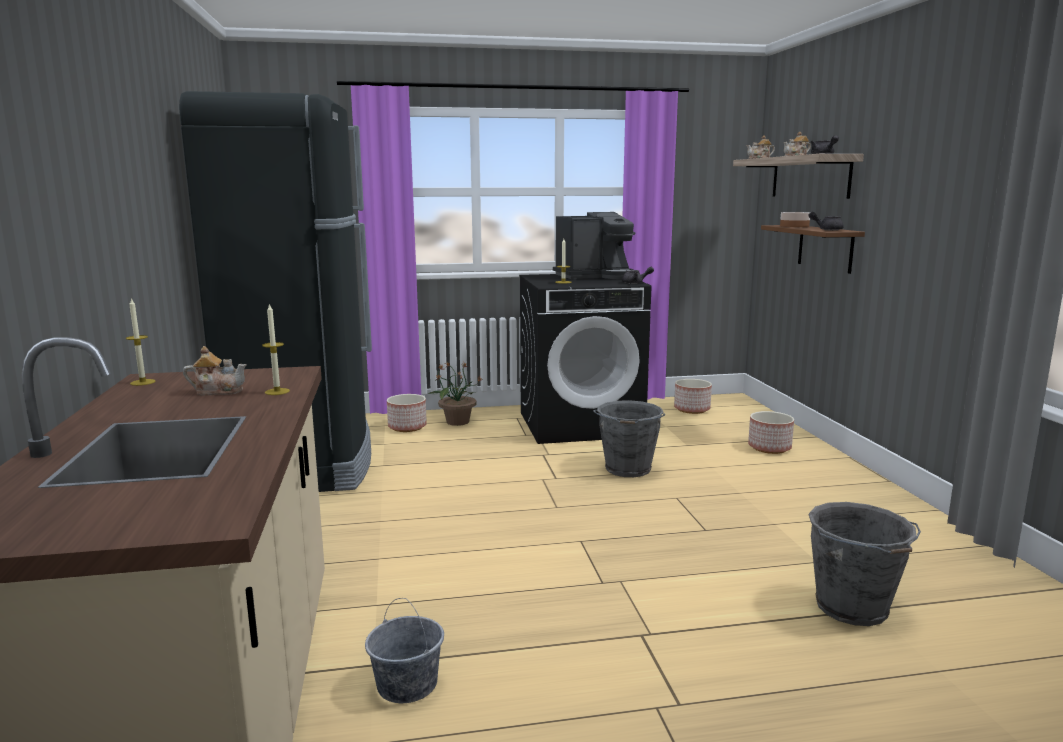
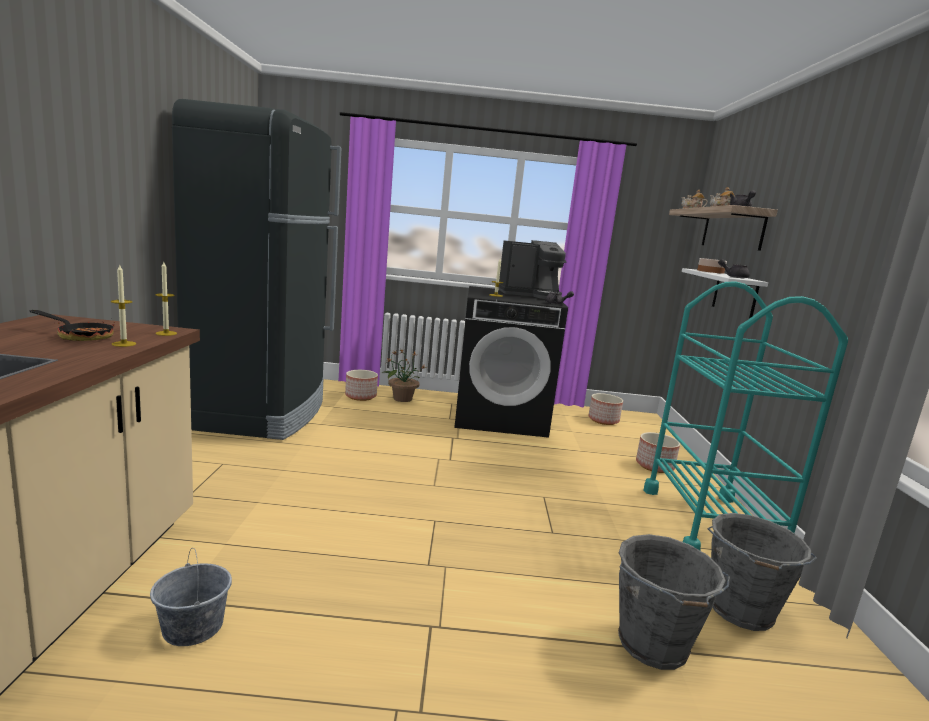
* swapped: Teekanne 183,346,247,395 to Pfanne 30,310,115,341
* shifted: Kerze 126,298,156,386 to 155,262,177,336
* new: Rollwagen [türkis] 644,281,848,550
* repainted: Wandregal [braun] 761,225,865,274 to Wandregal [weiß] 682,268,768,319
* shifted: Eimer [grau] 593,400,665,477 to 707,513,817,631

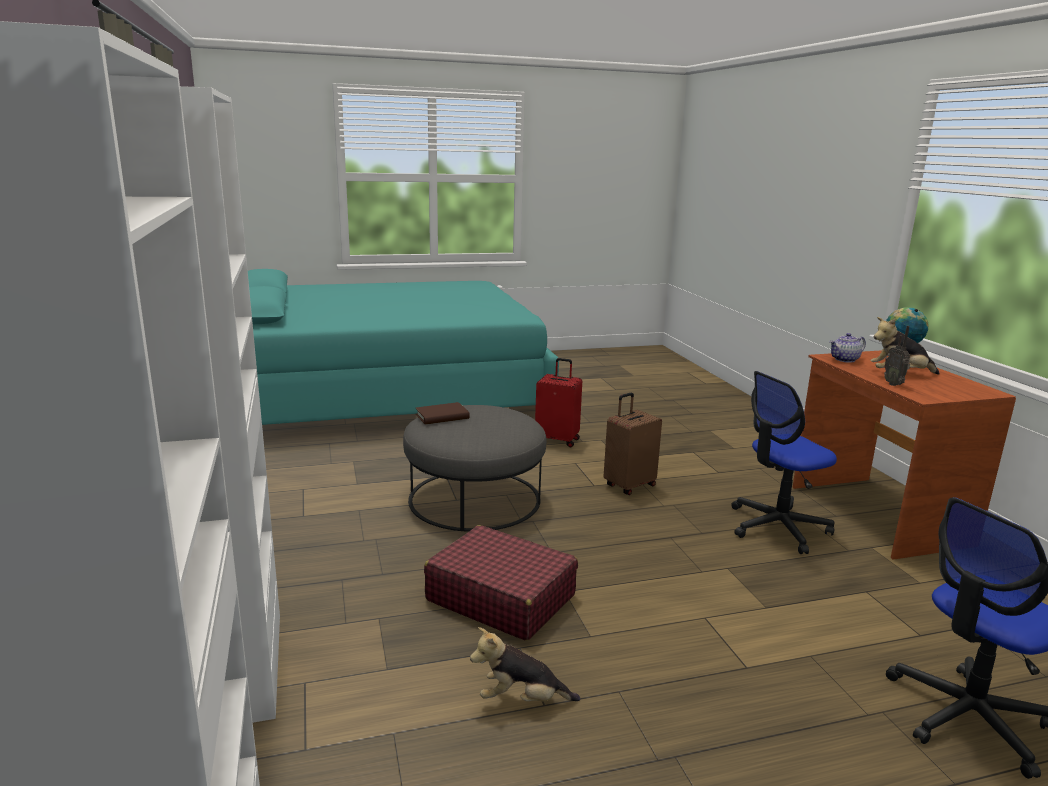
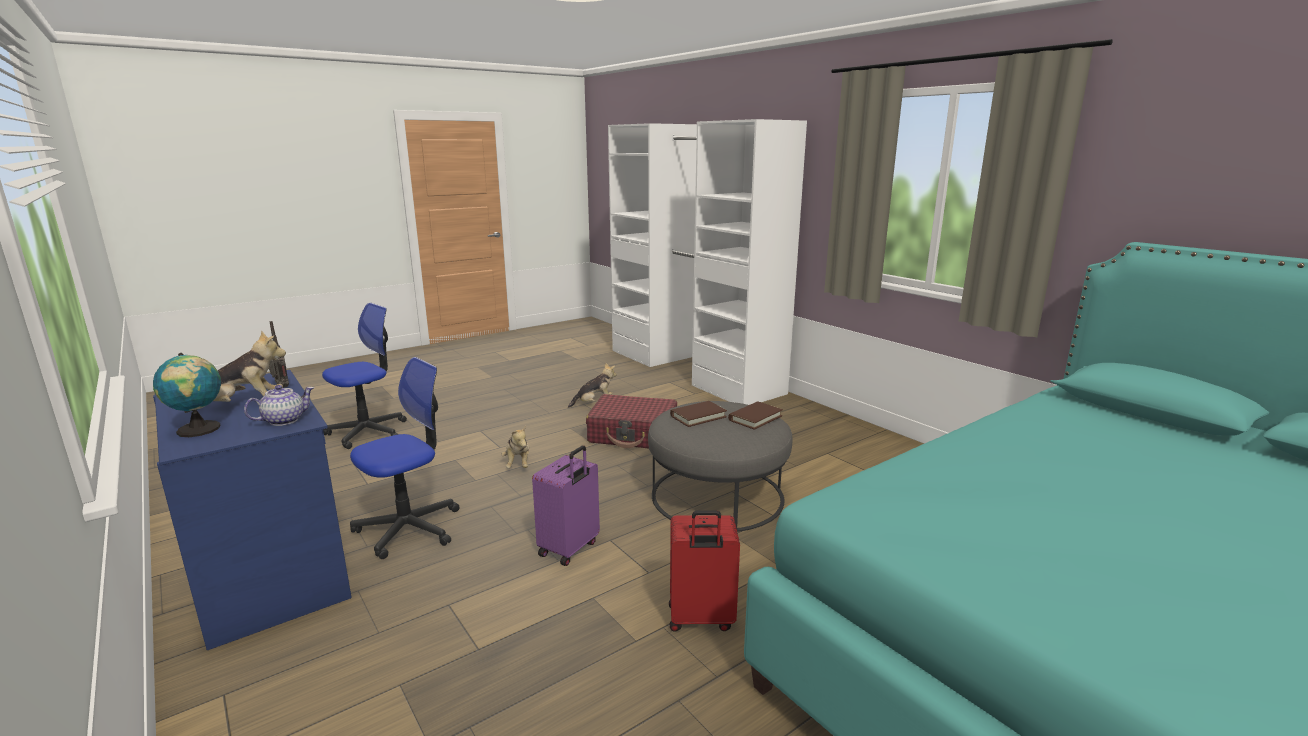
* repainted: Schreibtisch [braun] 792,350,1016,560 to Schreibtisch [blau] 153,370,352,650
* new: Plüschtier 501,426,529,468
* repainted: Koffer [braun] 603,393,662,495 to Koffer [lila] 532,446,600,566
* new: Buch [braun] 670,401,727,427

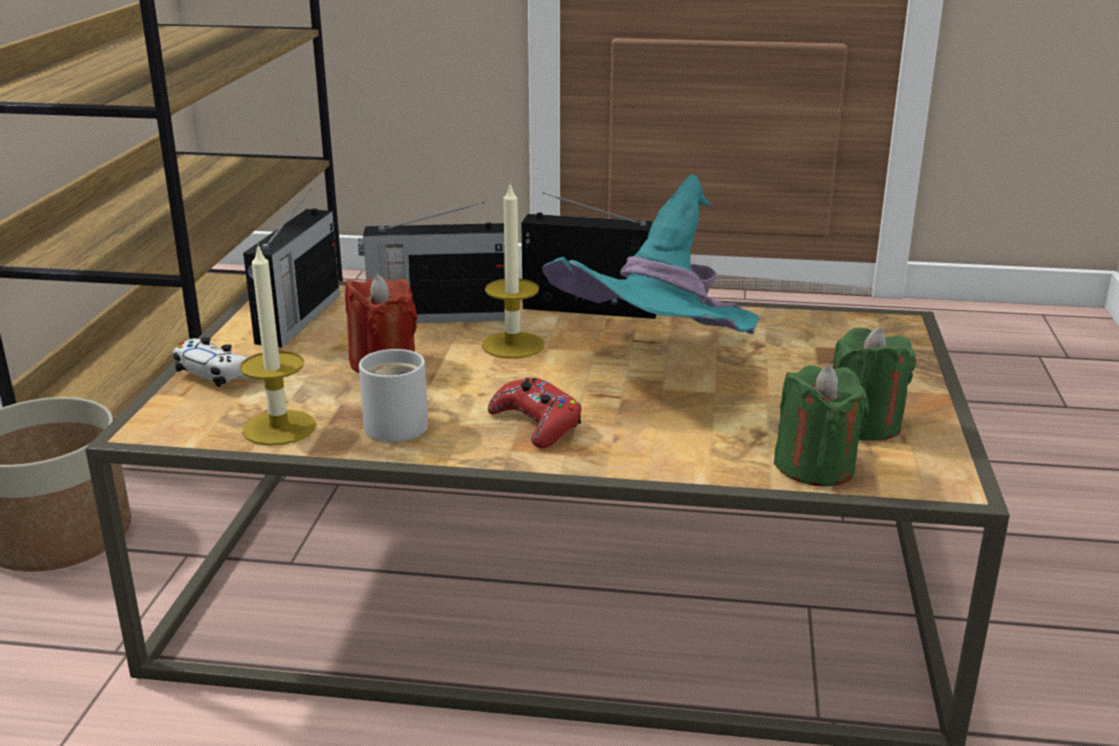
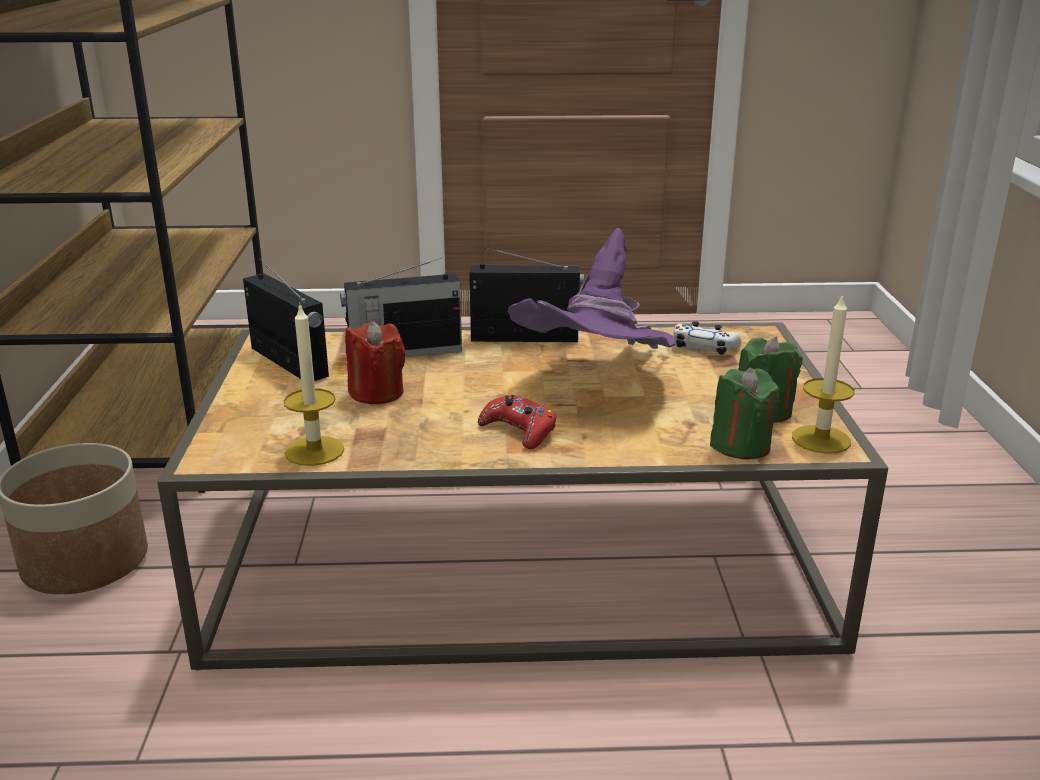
* rotated: Radio 243,190,340,347 = 243,258,329,381 45 degrees counterclockwise
* repainted: Hut [türkis] 542,174,759,334 to Hut [lila] 508,228,676,349
* shifted: Gamepad [weiß] 173,337,252,387 to 673,321,741,355
* shifted: Kerze 482,183,544,359 to 792,293,854,454
* gone: Henkelbecher [weiß] 359,349,428,442

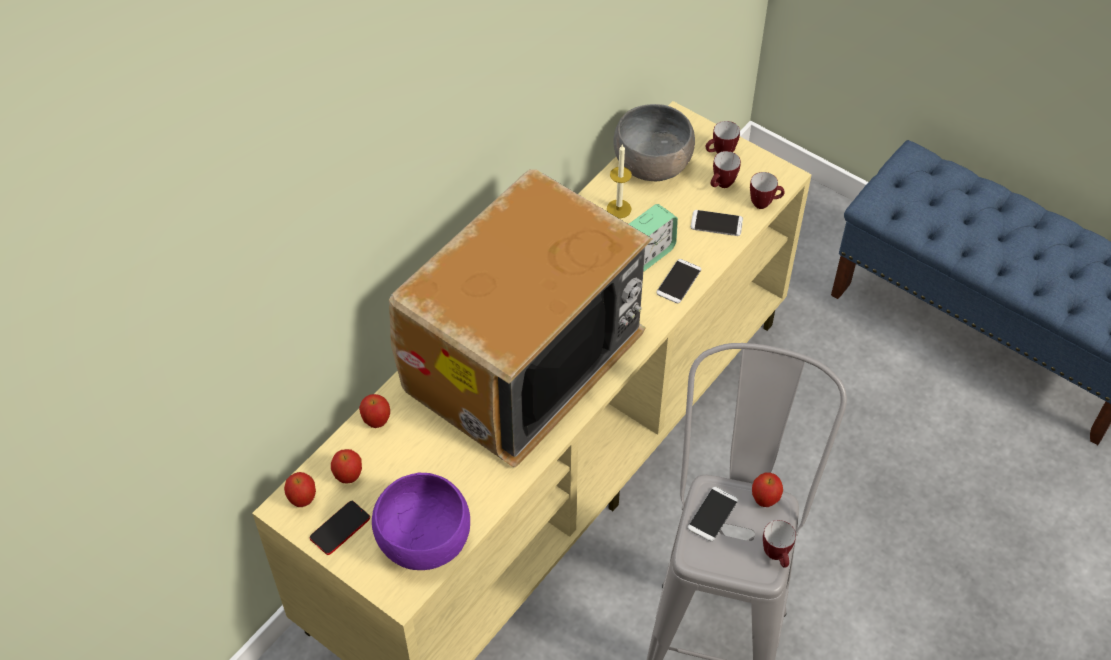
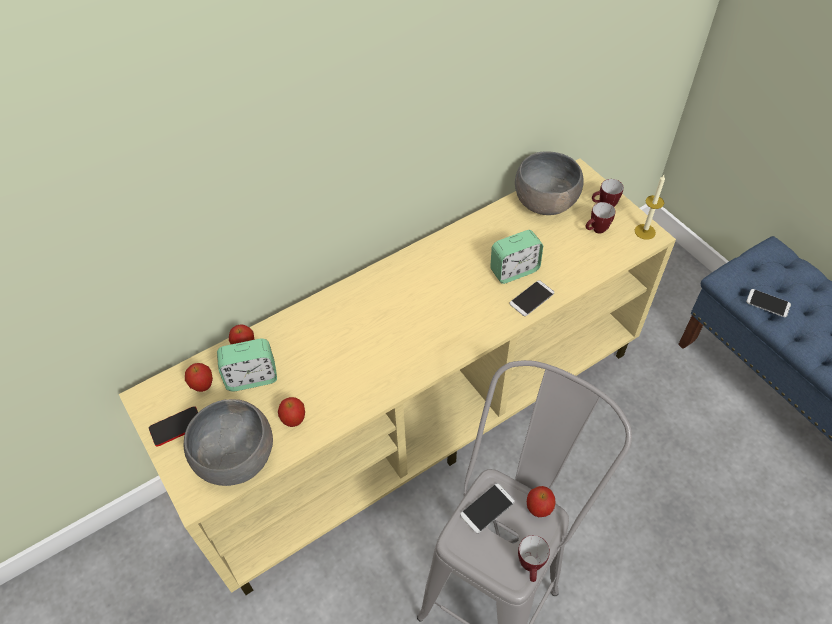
* repainted: Schüssel [lila] 372,473,470,570 to Schüssel [grau] 184,399,273,486
* new: Wecker 217,339,277,391
* shifted: Apfel 284,472,316,507 to 278,397,305,427
* shifted: Kerze 607,144,632,218 to 635,175,665,240
* shifted: Handy 691,210,743,236 to 746,289,791,317
* gone: Fernseher 389,169,653,467
* gone: Henkelbecher 750,172,785,209

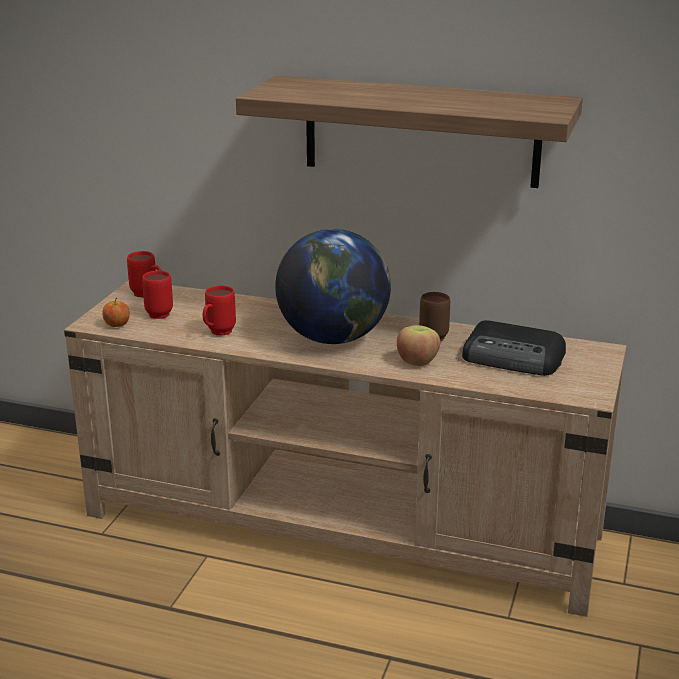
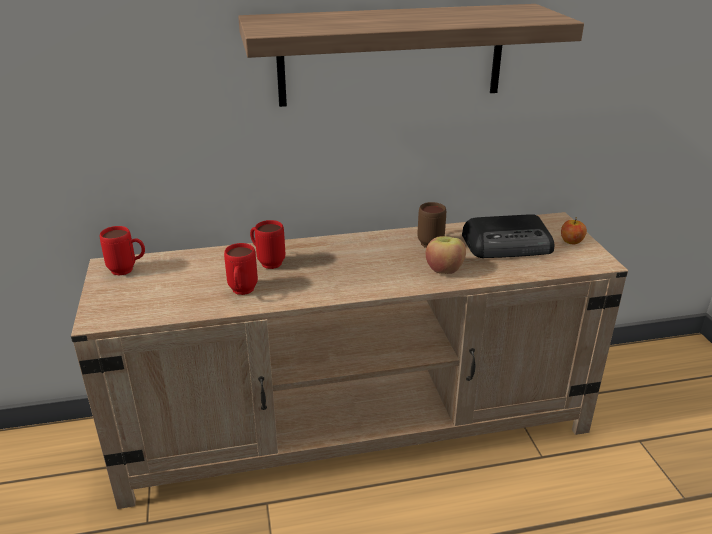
* shifted: Henkelbecher [rot] 142,271,173,319 to 250,220,285,269
* shifted: Apfel 102,298,130,327 to 561,217,587,244
* gone: Globus 275,229,391,344

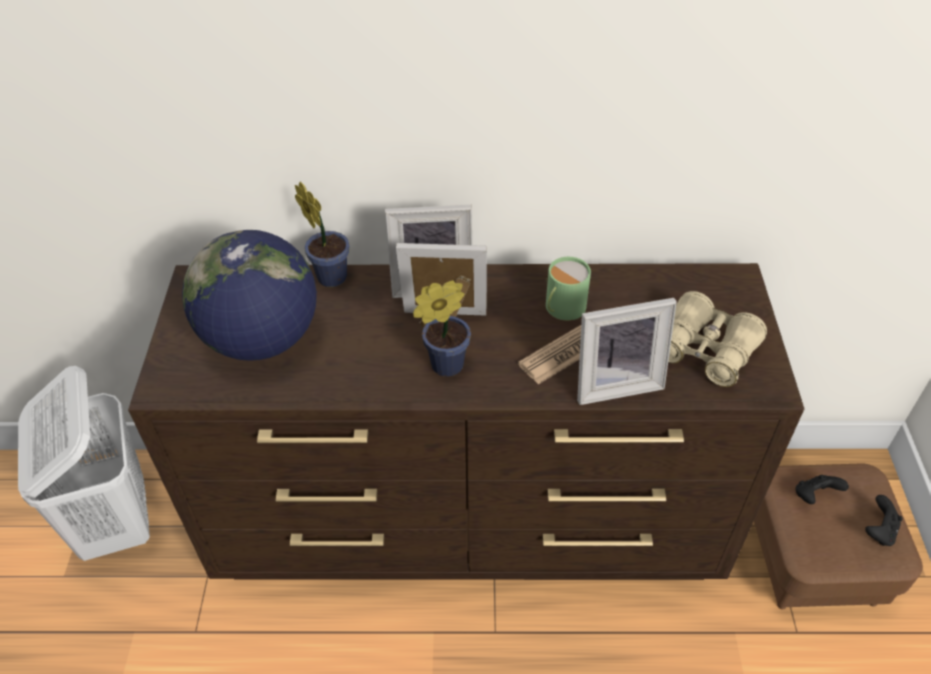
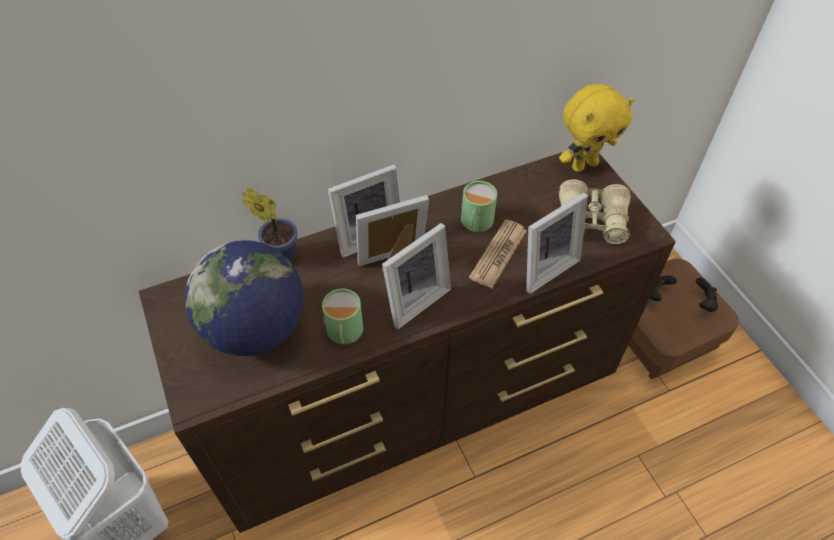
* new: Henkelbecher [grün] 322,288,363,344
* swapped: Topfpflanze 413,281,471,377 to Bilderrahmen 382,223,451,329
* new: Plüschtier [gelb] 559,84,634,172

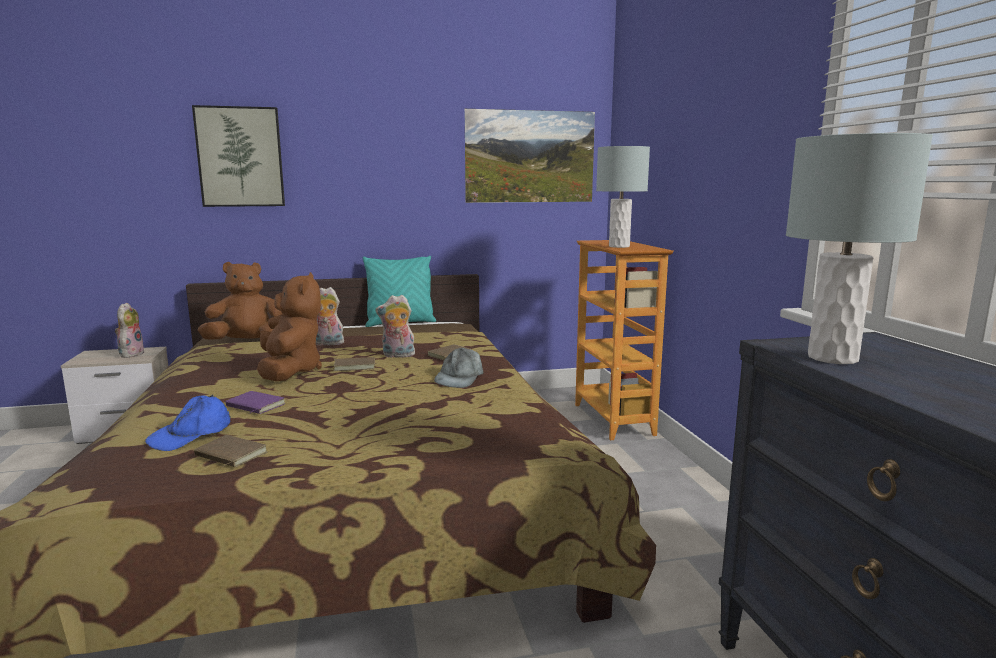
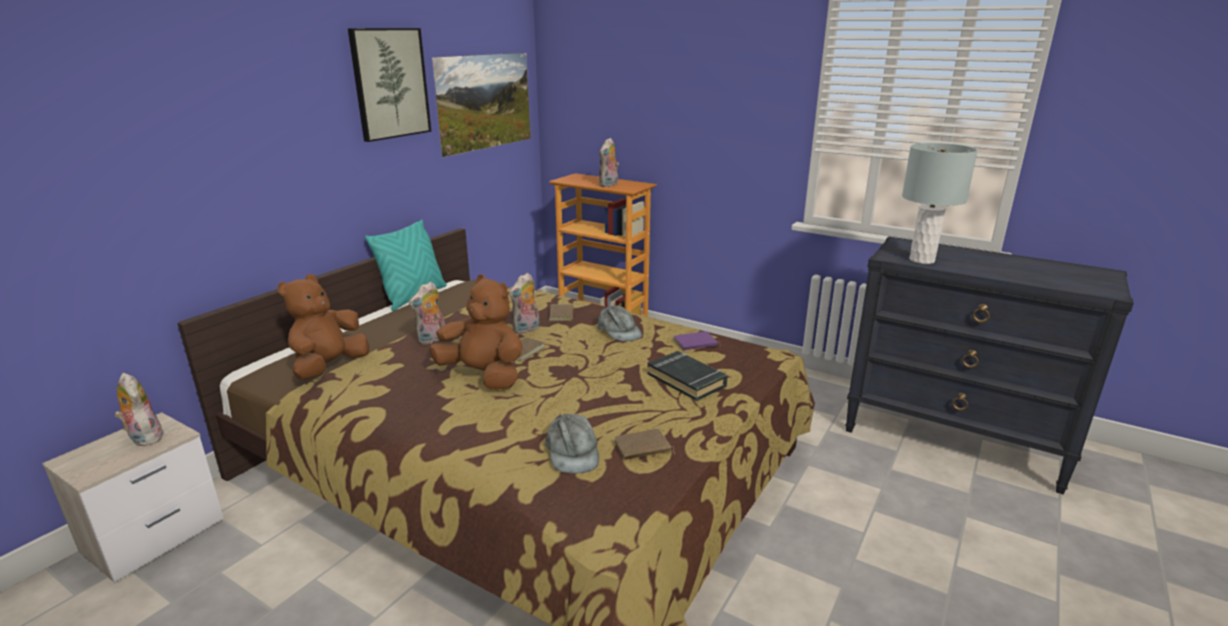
* shifted: Bild 192,105,285,207 to 348,28,431,142
* repainted: Kappe [blau] 145,395,231,451 to Kappe [grau] 545,413,599,474
* swapped: Tischlampe [grau] 596,146,650,248 to Plüschtier 598,138,619,187
* new: Buch [schwarz] 648,351,728,401
* shifted: Buch [lila] 225,391,286,414 to 674,331,721,350

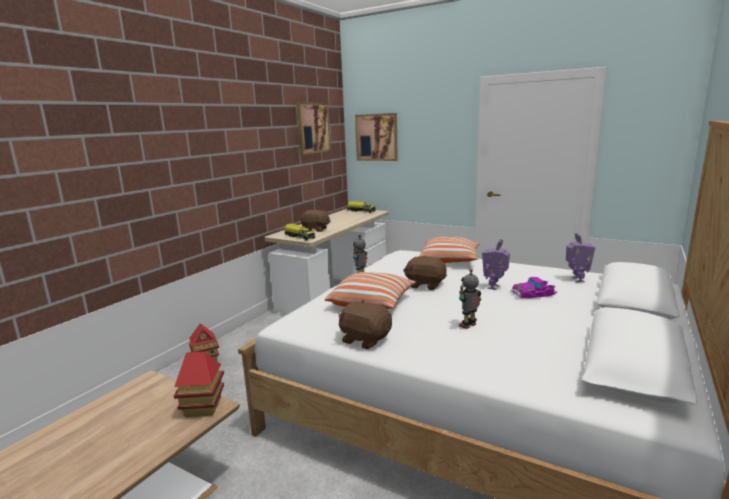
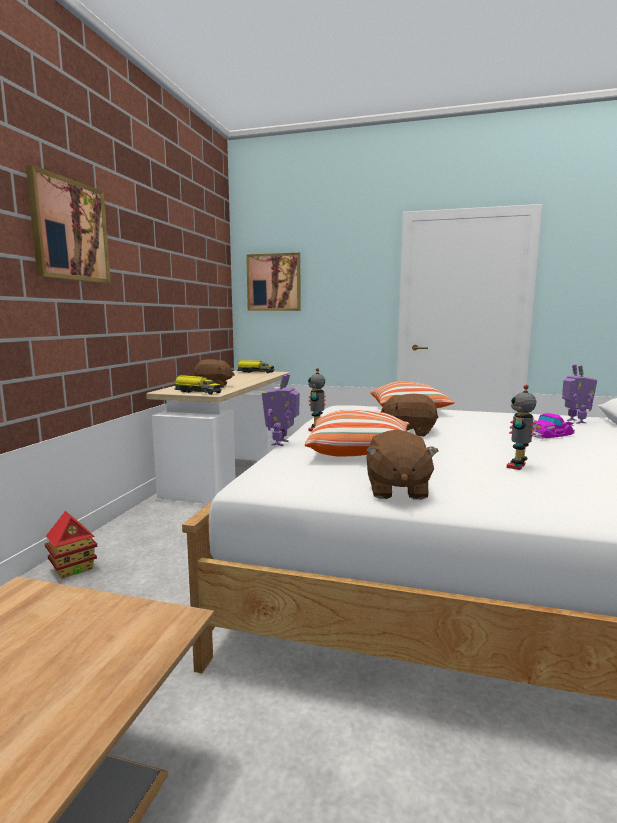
* shifted: Bild 296,102,331,155 to 26,165,111,283
* shifted: Spielzeugroboter 482,239,510,290 to 262,374,300,446
* rotated: Plüschtier [braun] 339,300,392,349 = 366,430,439,500 105 degrees counterclockwise
* gone: Spielzeughaus 174,351,224,417

